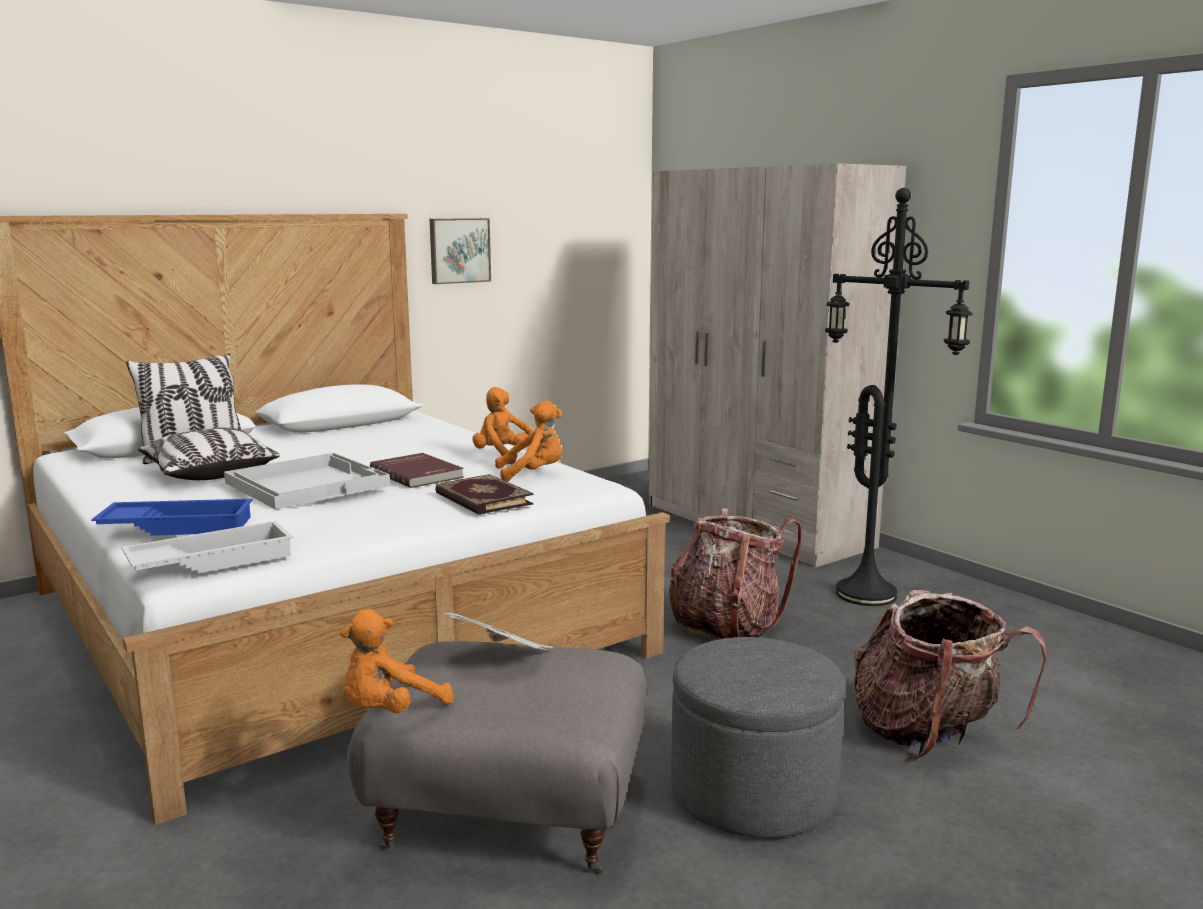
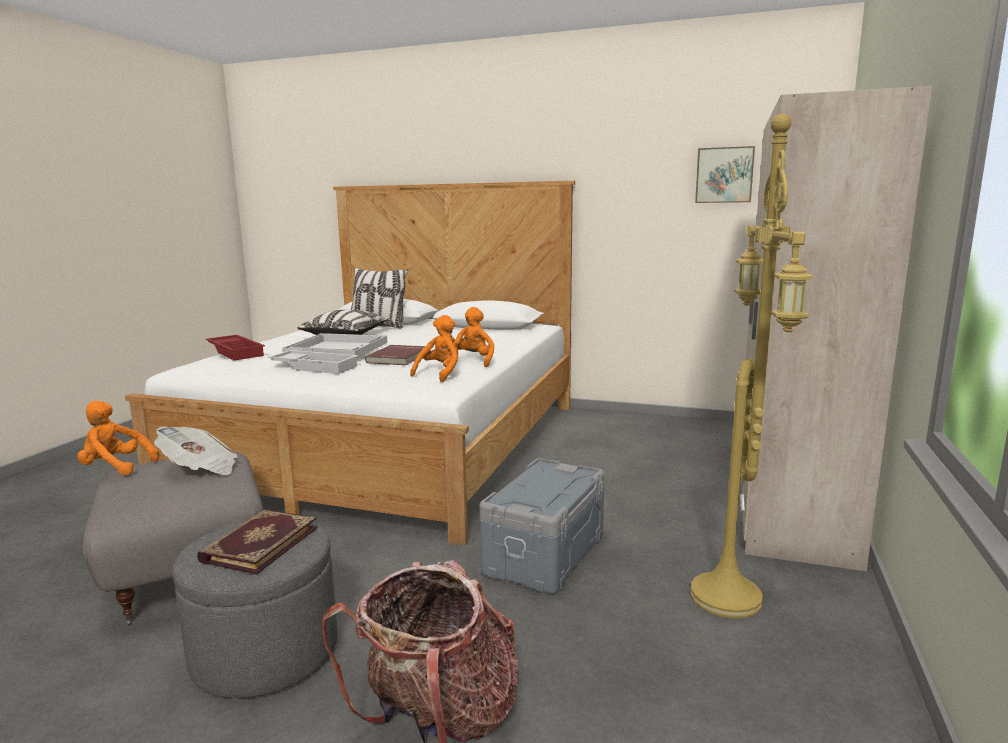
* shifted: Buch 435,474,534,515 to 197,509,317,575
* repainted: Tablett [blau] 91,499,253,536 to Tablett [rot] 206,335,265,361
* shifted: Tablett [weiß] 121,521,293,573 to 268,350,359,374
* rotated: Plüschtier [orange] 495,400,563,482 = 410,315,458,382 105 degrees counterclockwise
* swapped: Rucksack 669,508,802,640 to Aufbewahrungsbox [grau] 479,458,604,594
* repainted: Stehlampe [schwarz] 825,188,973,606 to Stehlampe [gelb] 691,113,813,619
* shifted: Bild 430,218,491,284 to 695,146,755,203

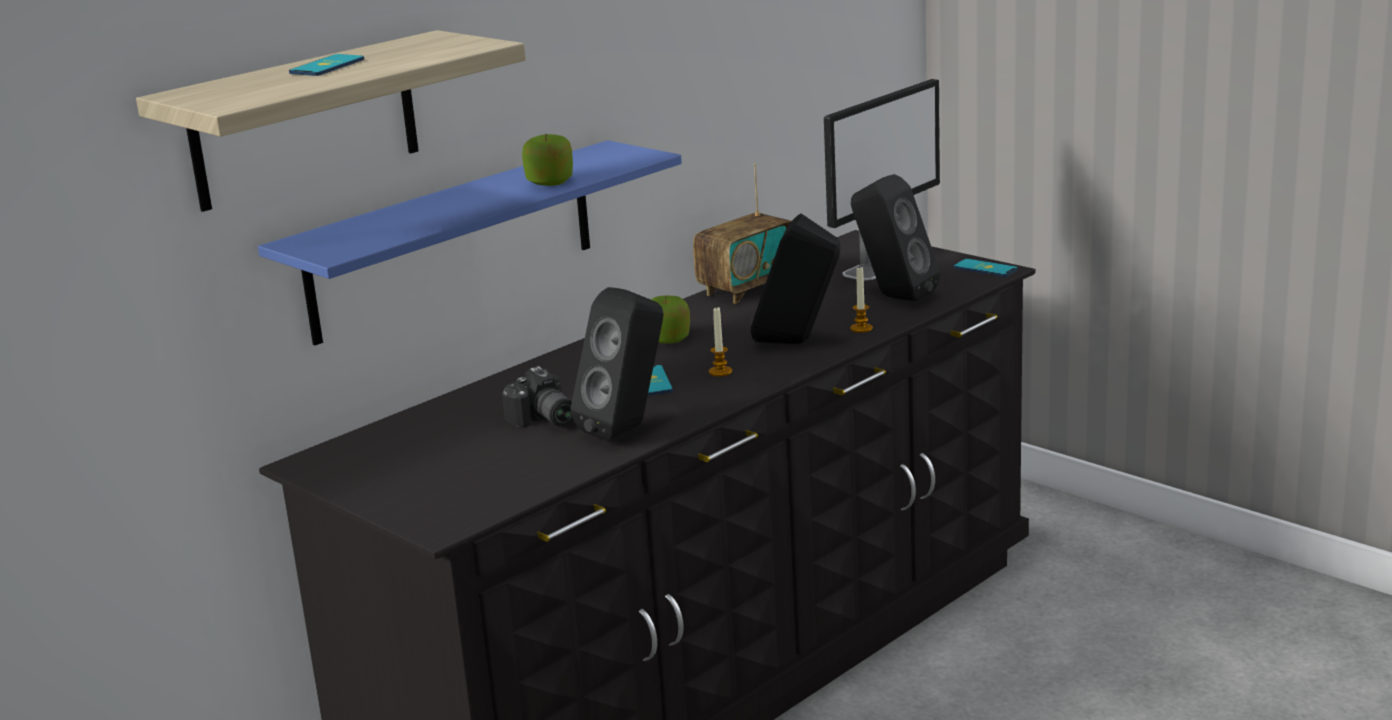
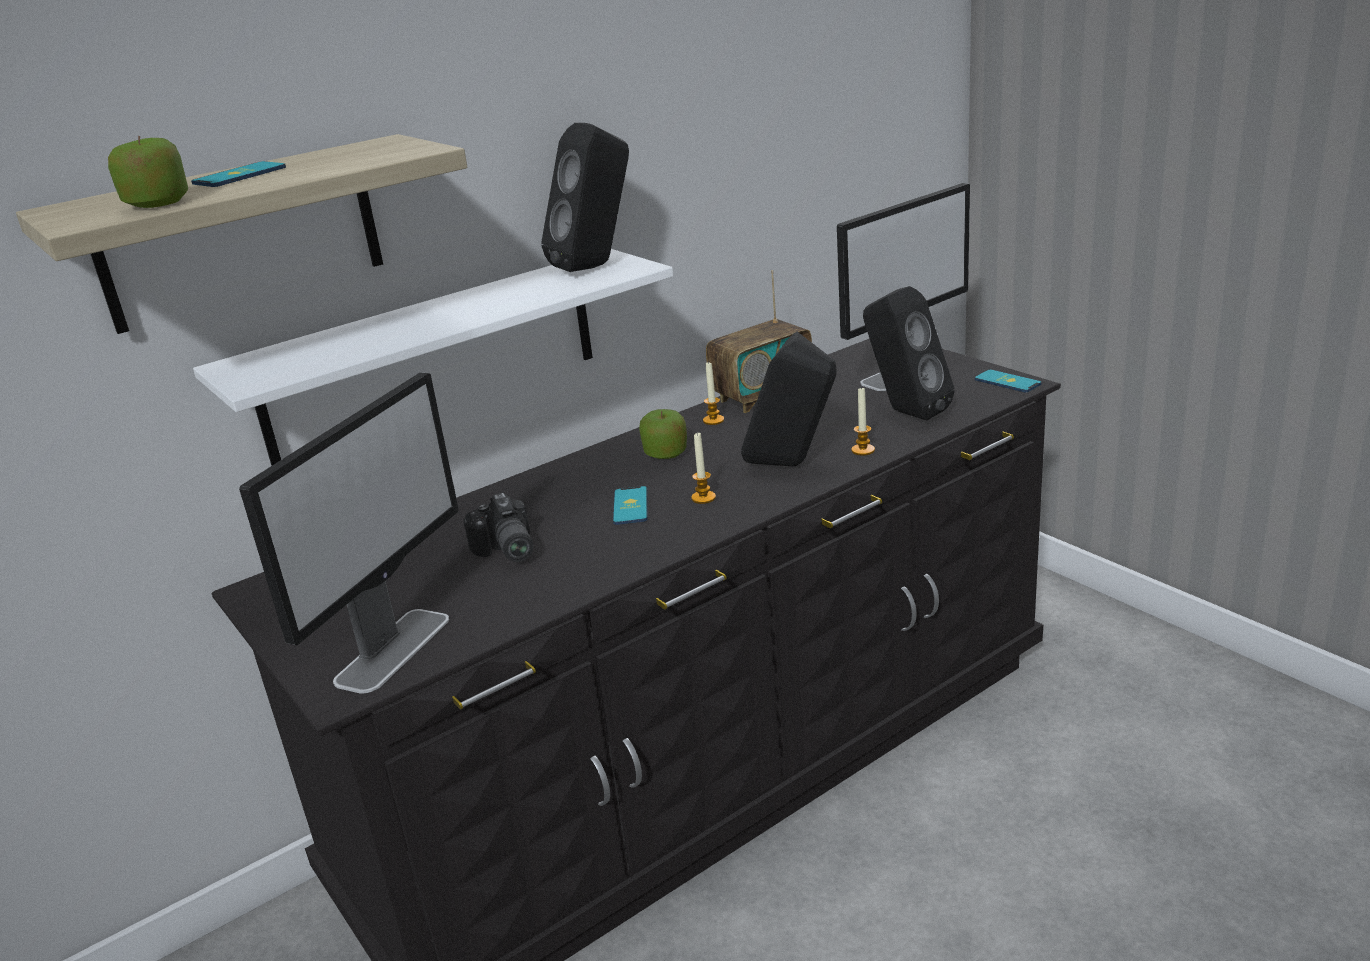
* shifted: Apfel 522,134,573,186 to 108,136,188,208
* repainted: Wandregal [blau] 258,140,682,345 to Wandregal [weiß] 193,249,673,466
* new: Monitor 239,372,459,693
* shifted: Lautsprecher [schwarz] 571,287,663,441 to 541,123,629,272
* new: Kerze 703,361,724,425

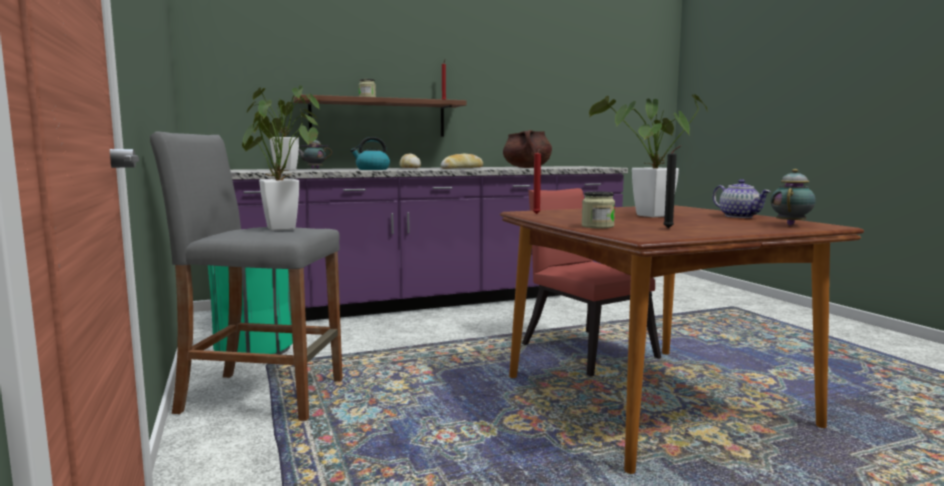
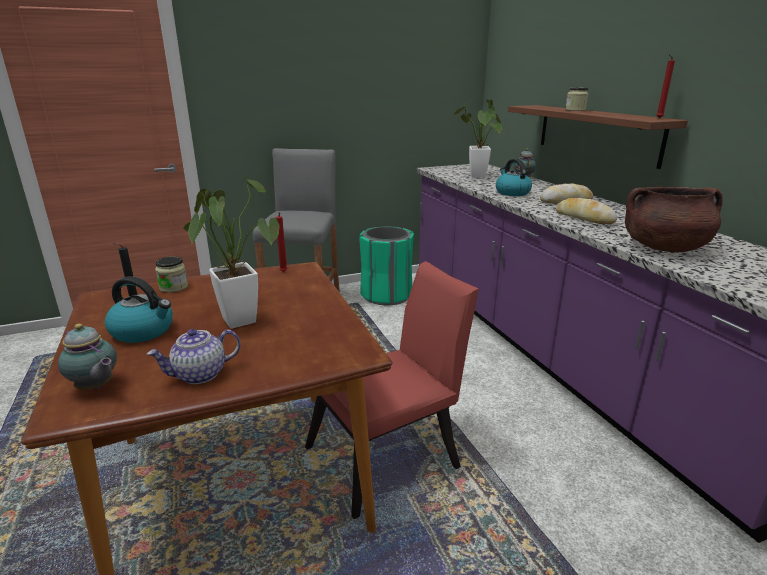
* new: Wasserkessel 105,276,173,343
* gone: Topfpflanze 242,100,320,231

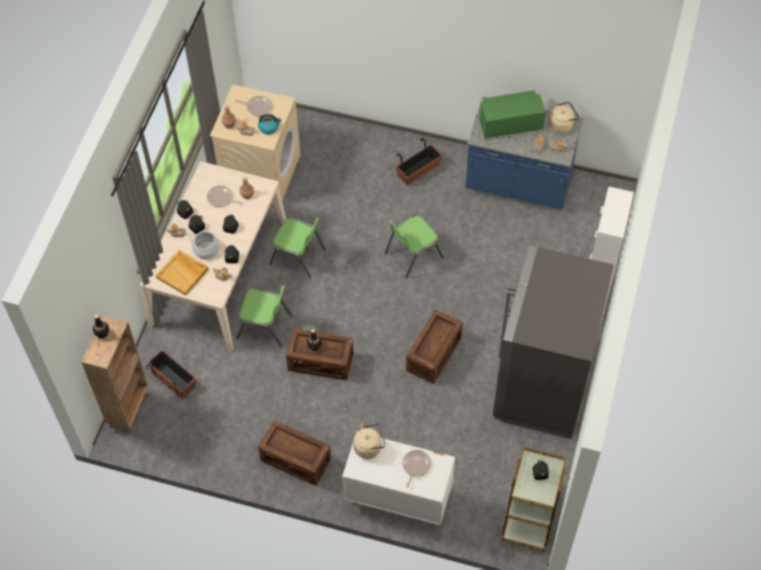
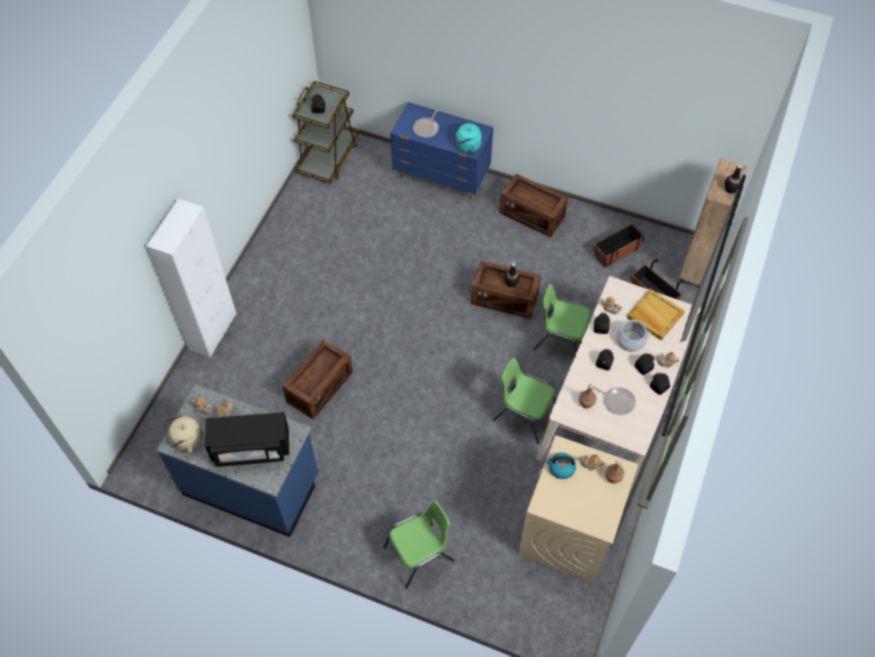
* repainted: Mikrowelle [grün] 479,90,546,139 to Mikrowelle [schwarz] 205,412,289,467
* shifted: Kiste 406,310,463,384 to 282,339,353,419
* shifted: Stuhl [grün] 385,216,443,279 to 383,500,454,589
* repainted: Kommode [weiß] 342,432,455,527 to Kommode [blau] 390,102,493,200
* repainted: Wasserkessel [beige] 353,423,386,459 to Wasserkessel [türkis] 453,121,482,153
* shifted: Pflanzkübel 396,138,443,185 to 593,223,645,268
* gone: Pfanne 235,96,272,116
* gone: Kühlschrank [grau] 493,245,614,439

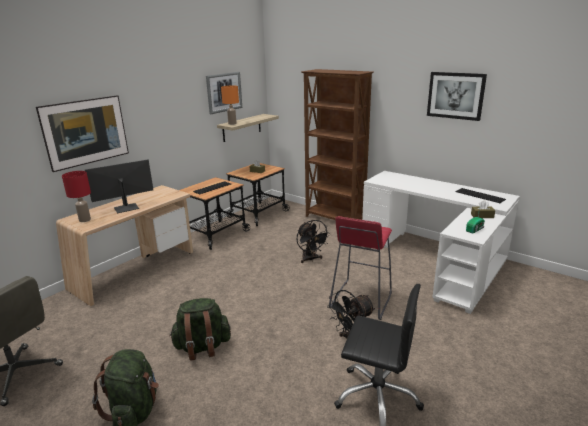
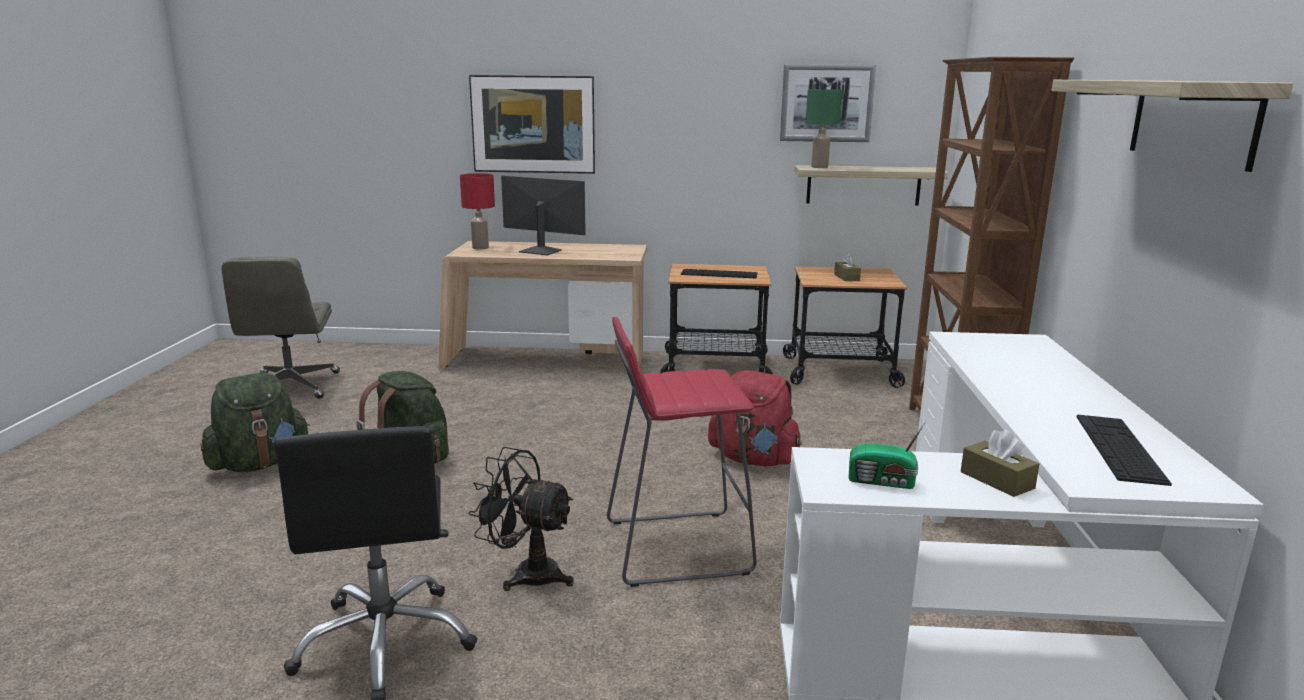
* swapped: Ventilator [schwarz] 297,220,331,263 to Rucksack [rot] 708,370,802,466
* repainted: Tischlampe [orange] 221,86,239,125 to Tischlampe [grün] 806,89,843,168
* swapped: Bild 427,72,487,121 to Wandregal 1052,80,1293,172

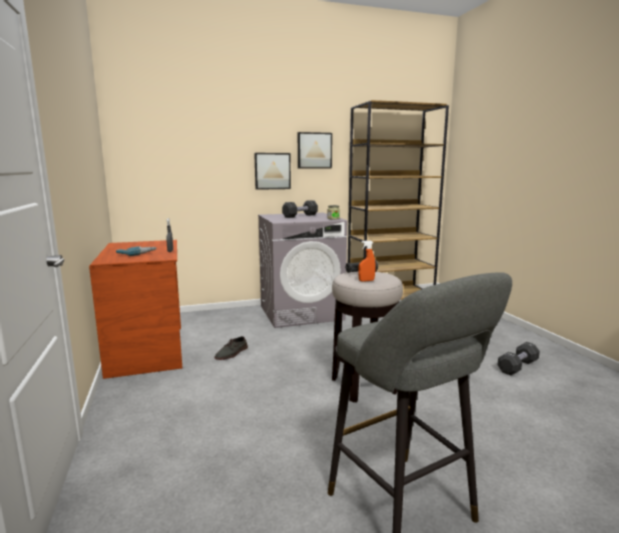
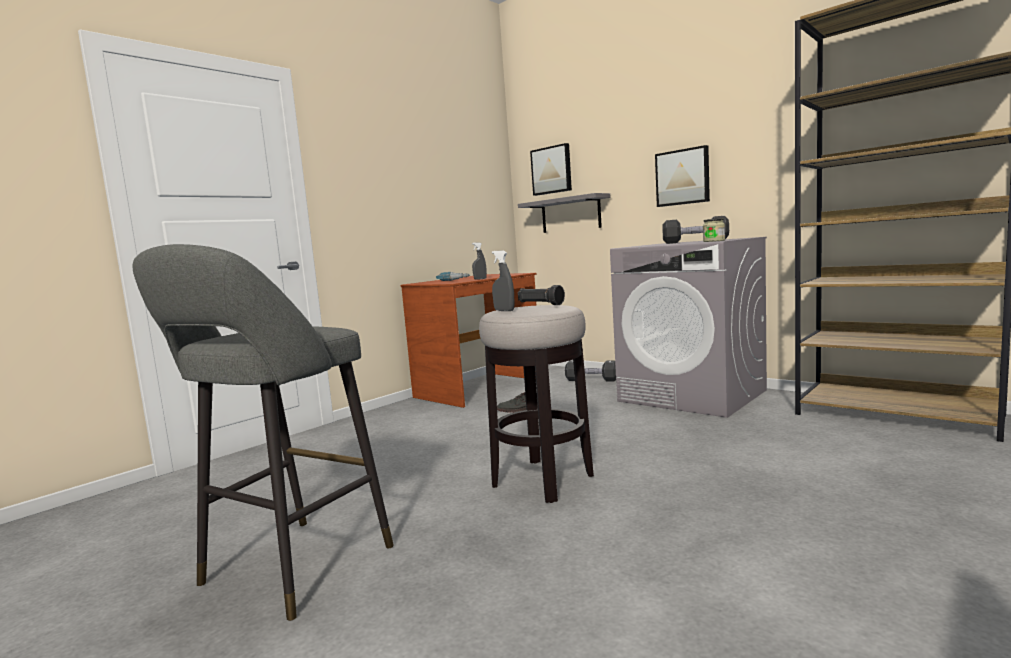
* repainted: Sprühflasche [orange] 358,241,375,282 to Sprühflasche [grau] 492,250,514,311
* new: Wandregal [grau] 518,193,611,233
* shifted: Bild 298,132,332,169 to 530,143,572,196
* shifted: Hantel [schwarz] 498,342,540,375 to 565,361,616,382

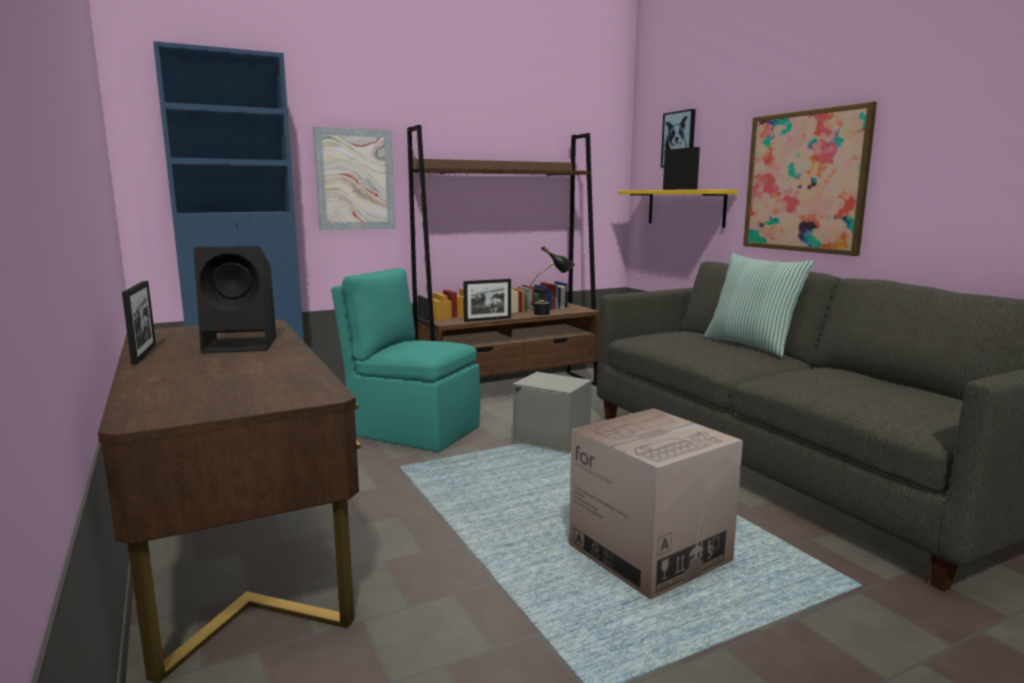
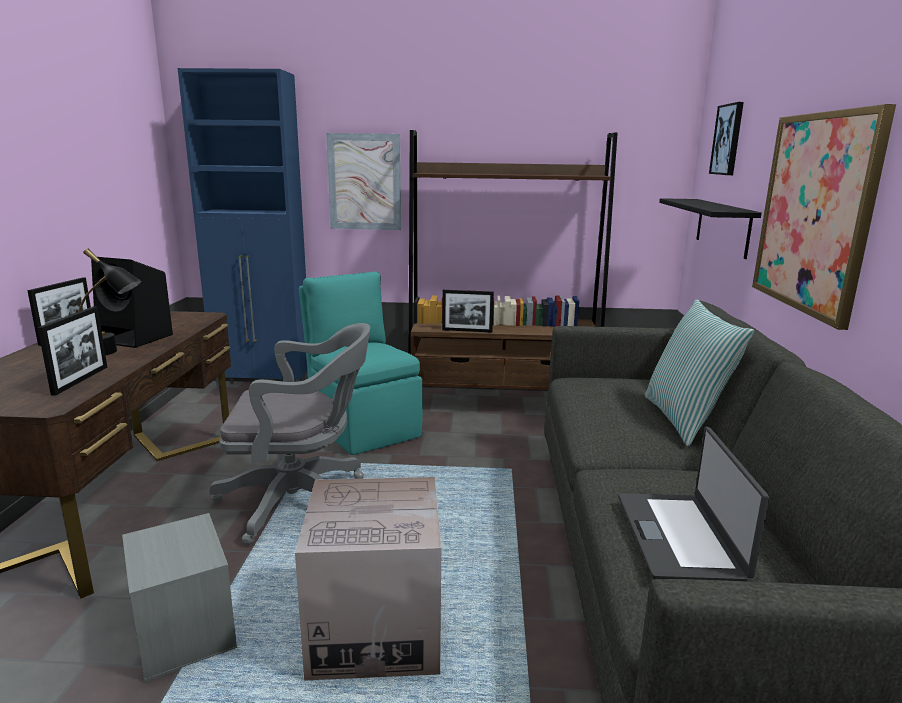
* shifted: Bilderrahmen 663,147,700,190 to 38,307,107,396
* shifted: Tischlampe [schwarz] 525,246,575,315 to 78,249,142,355
* shifted: Aufbewahrungsbox [grau] 512,372,592,454 to 122,513,237,682
* new: Bürostuhl [grau] 209,323,370,545
* new: Laptop 618,427,769,581
* repainted: Wandregal [gelb] 618,190,738,228 to Wandregal [schwarz] 659,198,762,259

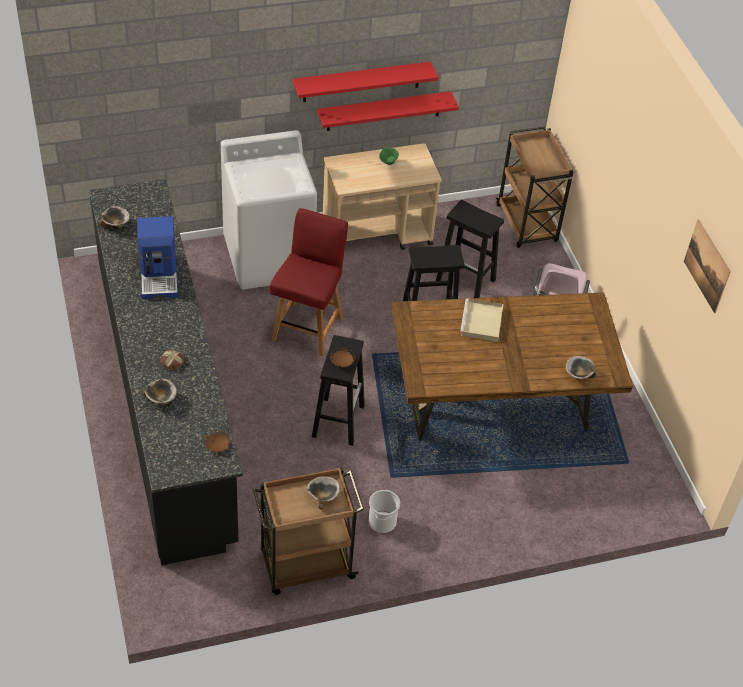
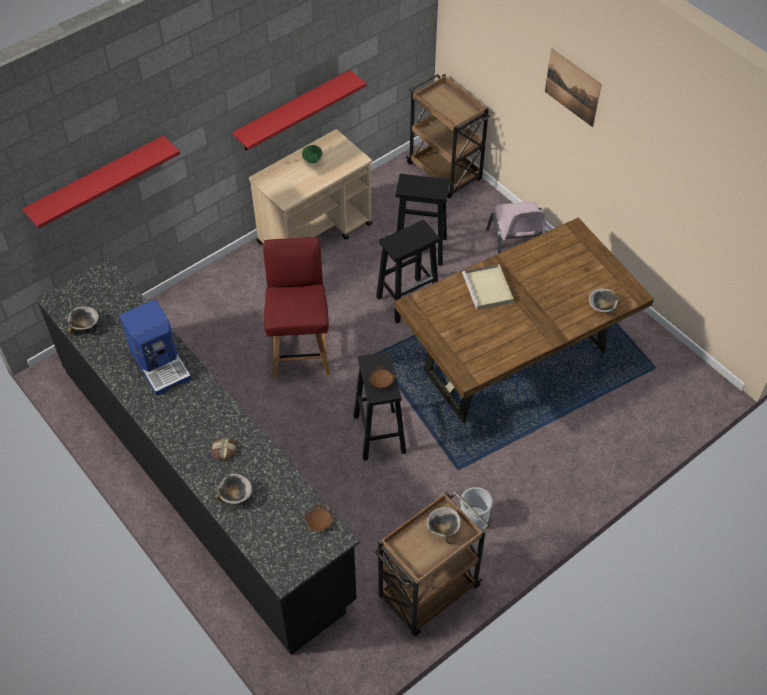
* shifted: Wandregal [rot] 293,62,439,102 to 23,135,180,229
* shifted: Bild 684,219,731,313 to 545,49,602,127
* gone: Waschmaschine [weiß] 221,130,317,290

